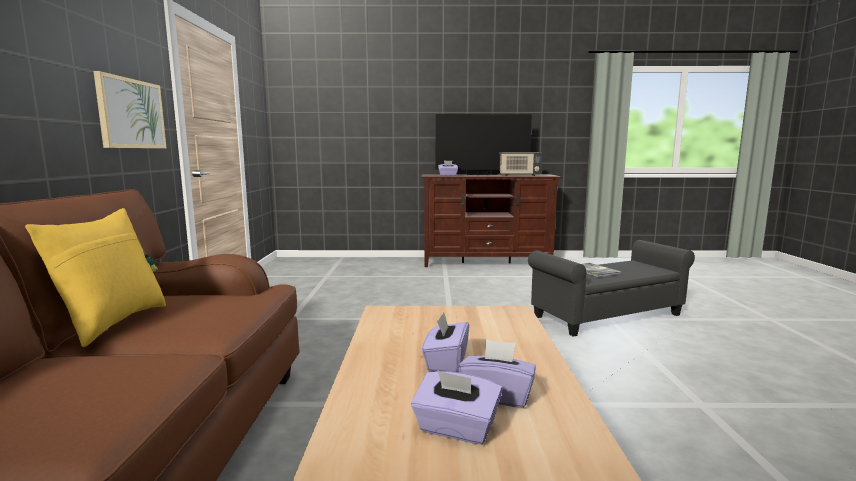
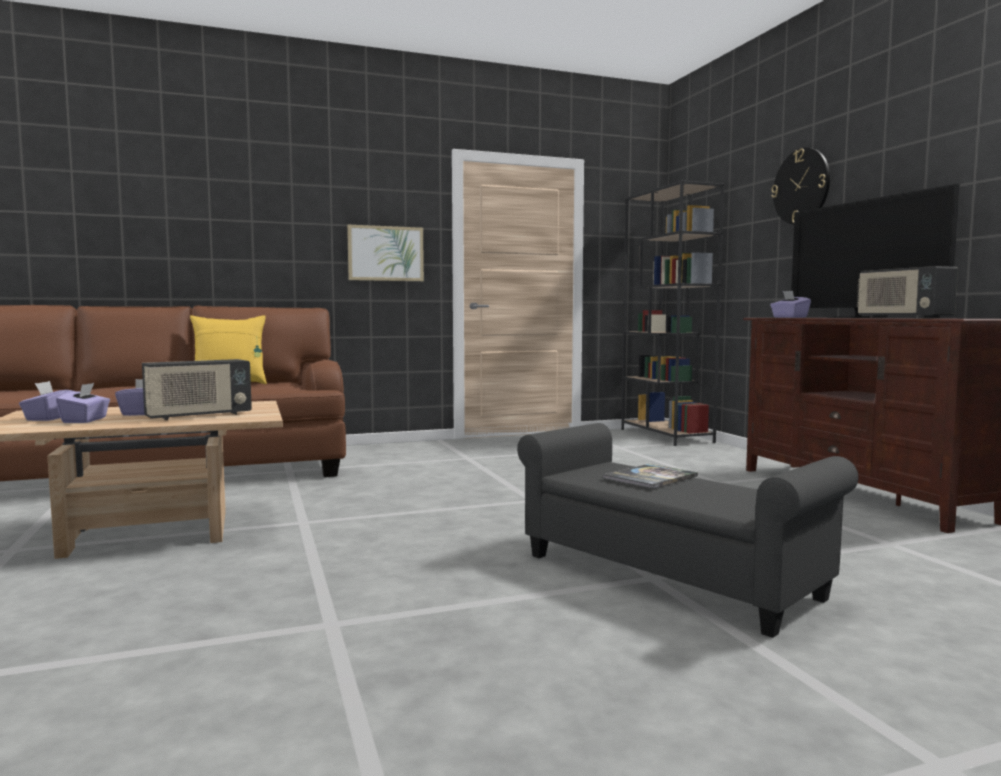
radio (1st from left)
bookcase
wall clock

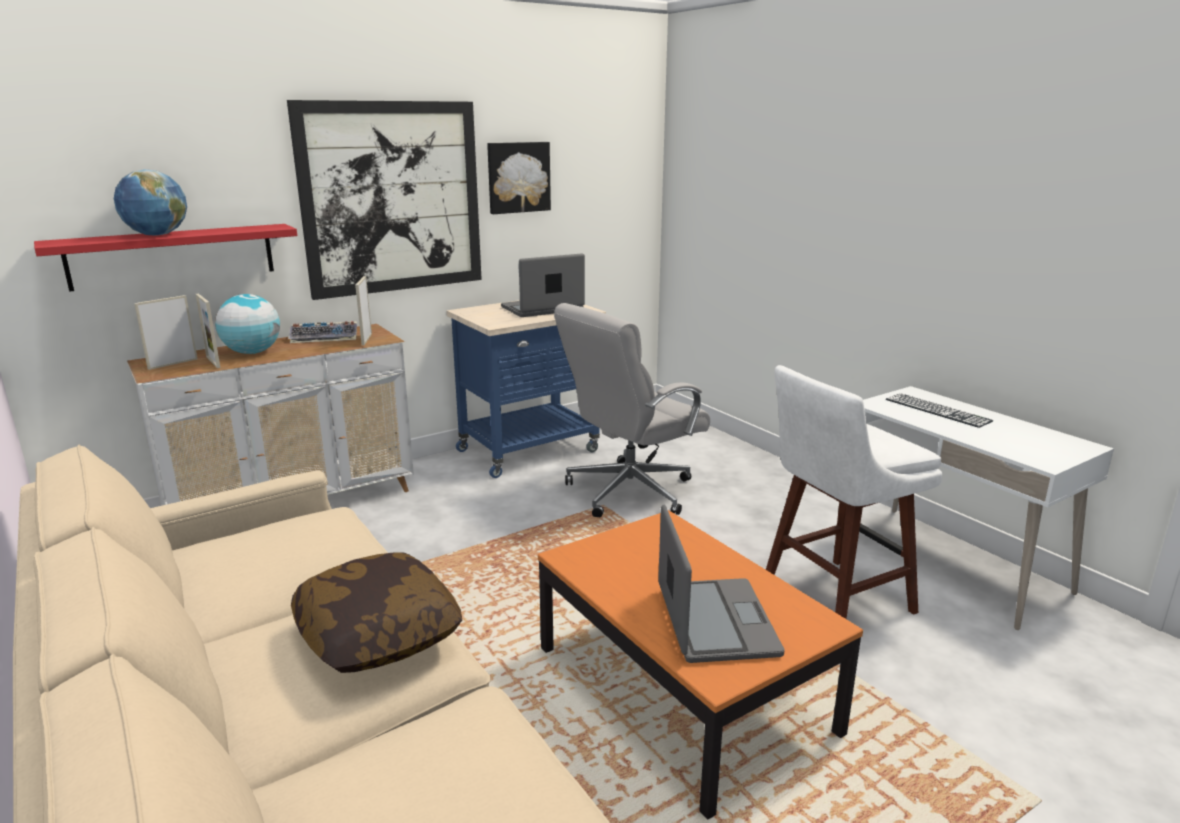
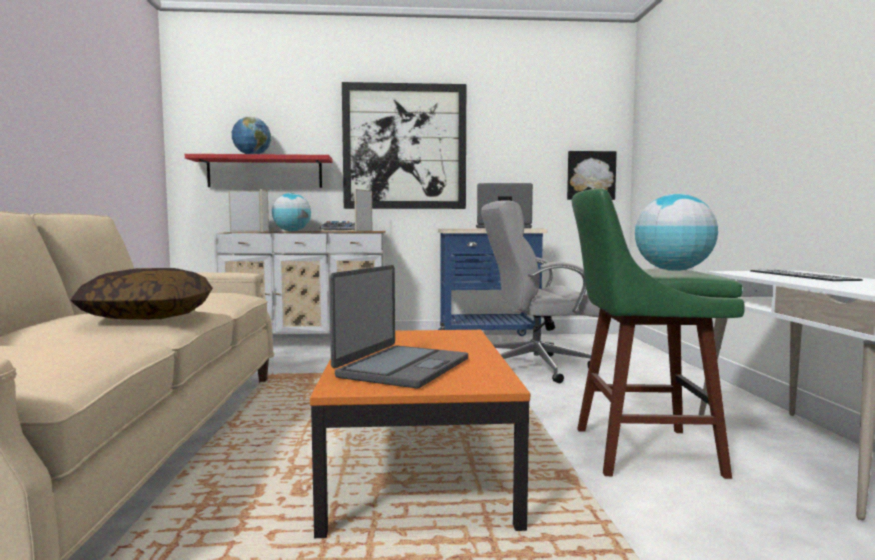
picture (2nd from left)
green stool
globe (3rd from left)

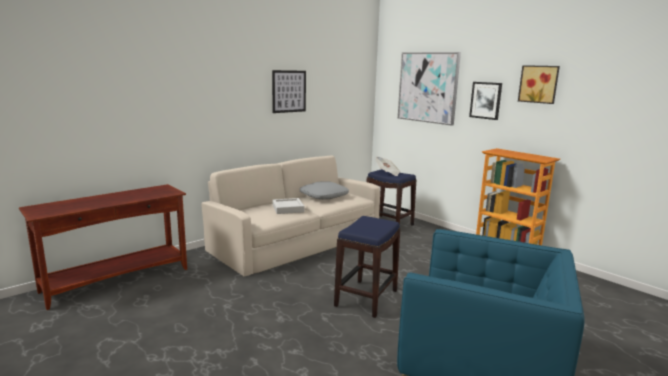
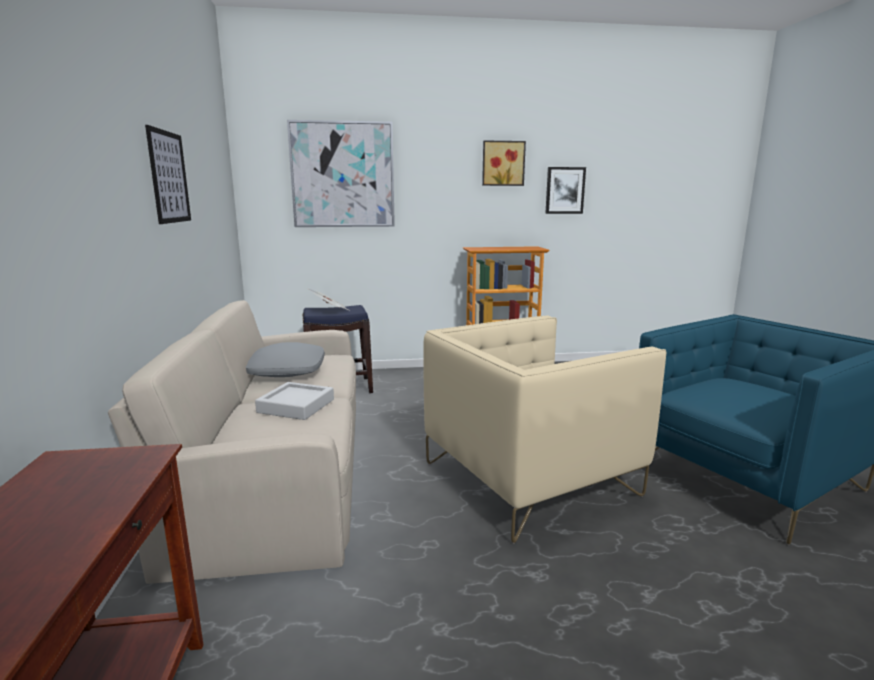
beige armchair
picture (4th from left)

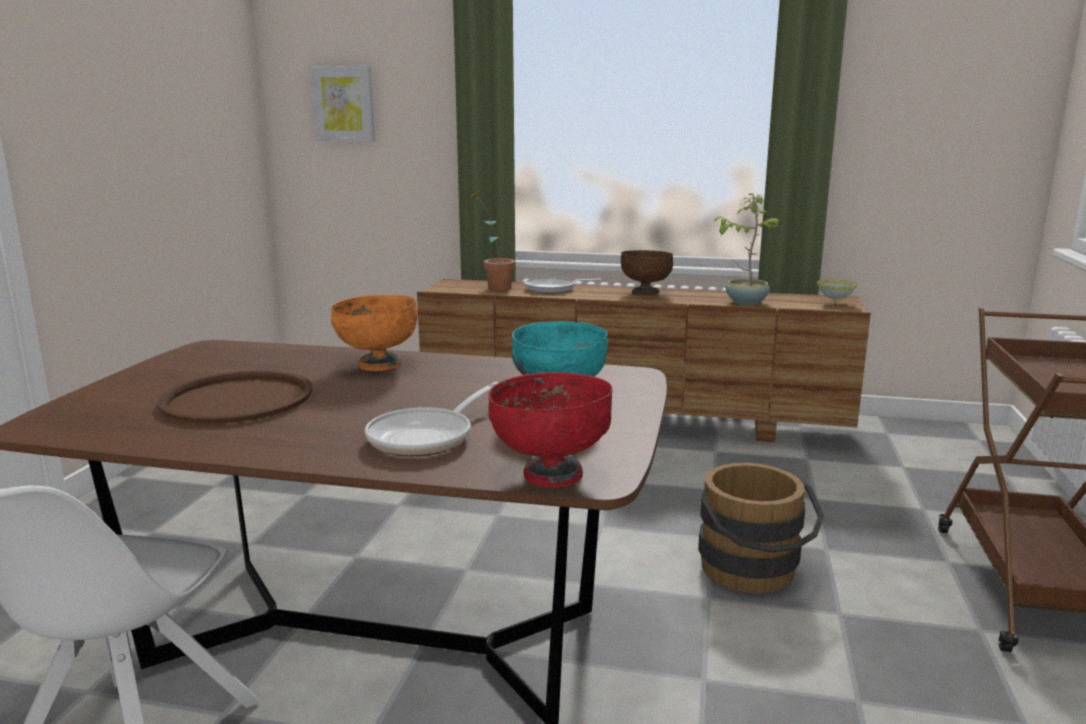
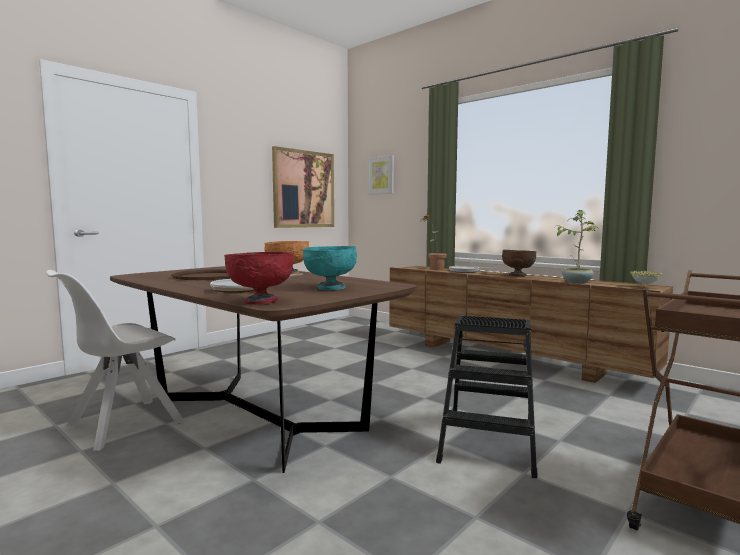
black step ladder
picture (1st from left)

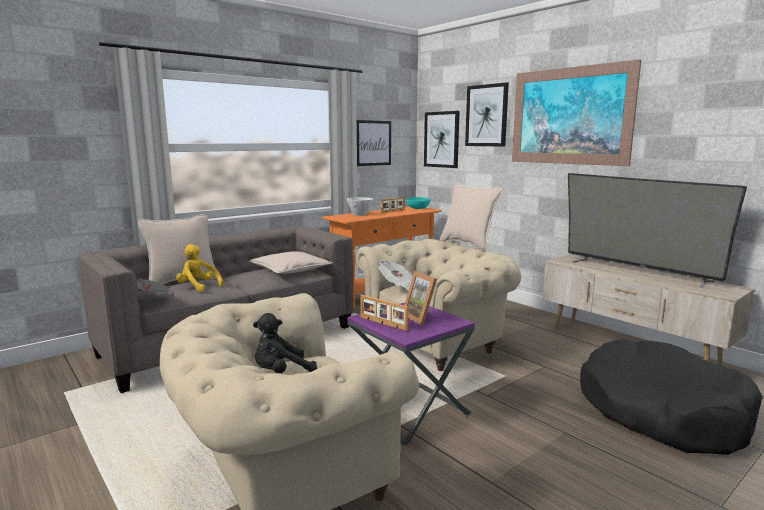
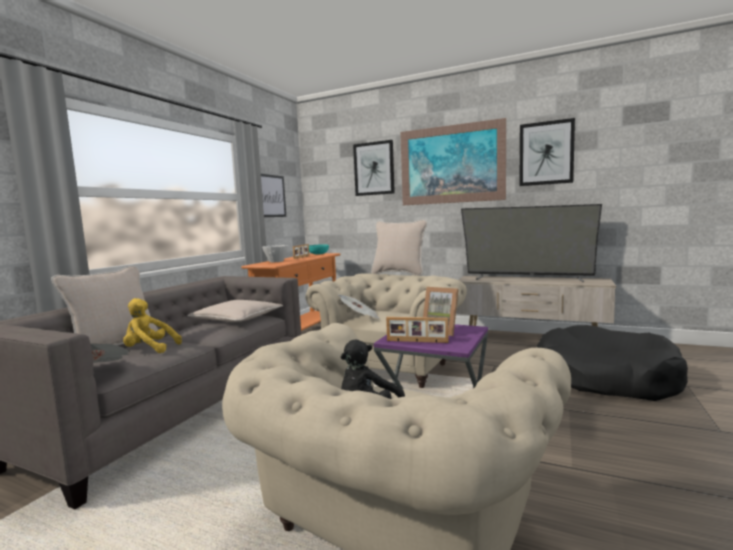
picture (4th from left)

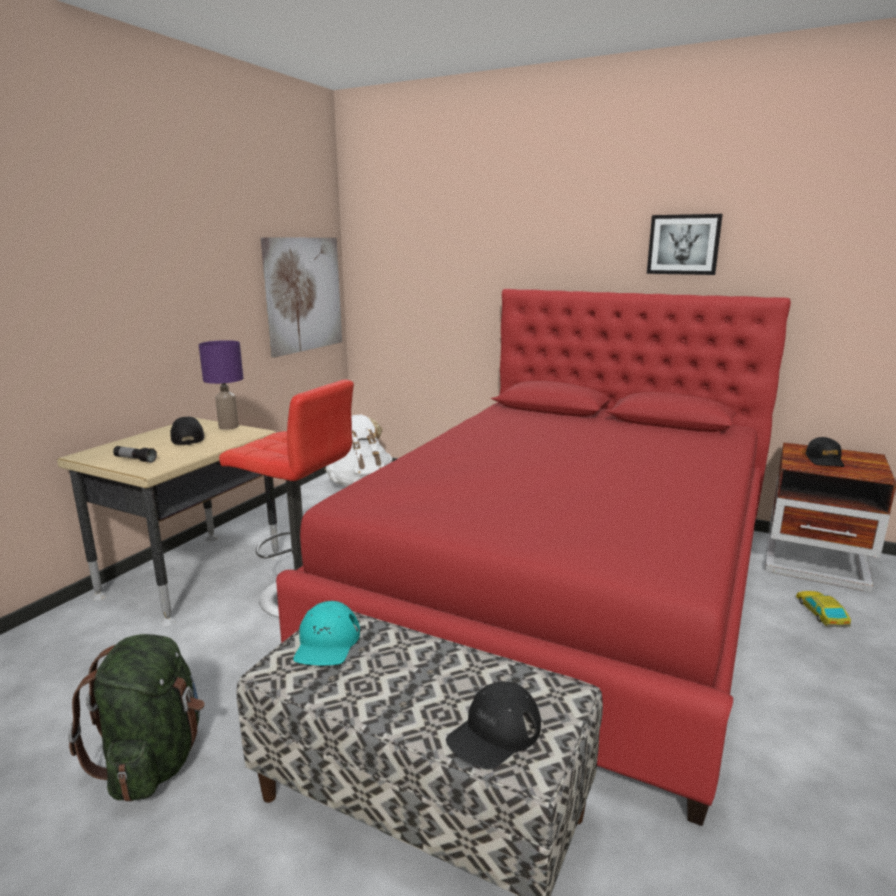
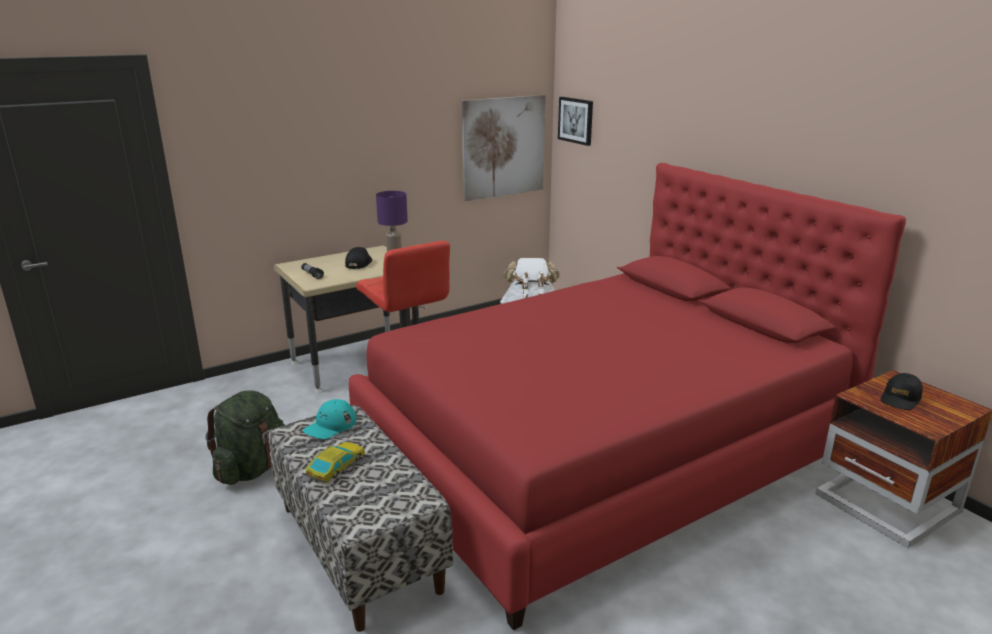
black cap (2nd from left in the first image)
picture (2nd from left)
toy car

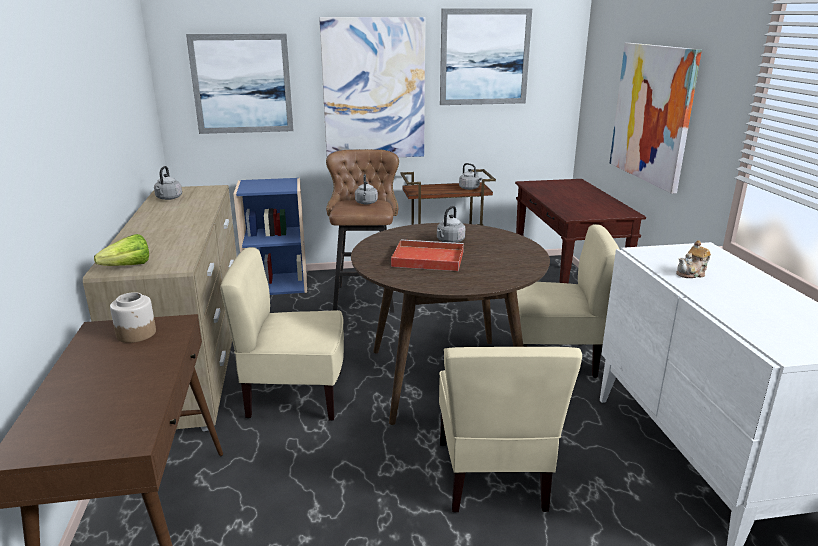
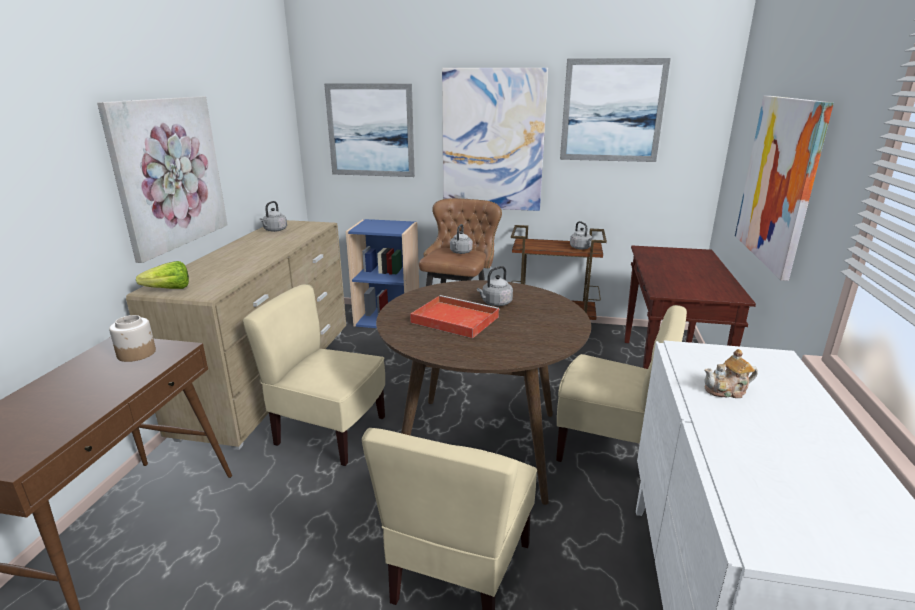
picture (1st from left)

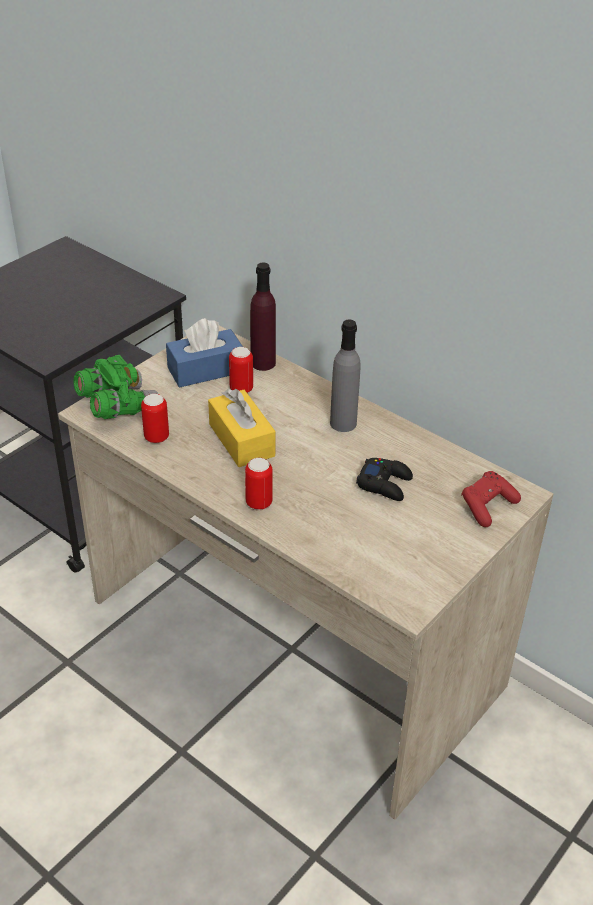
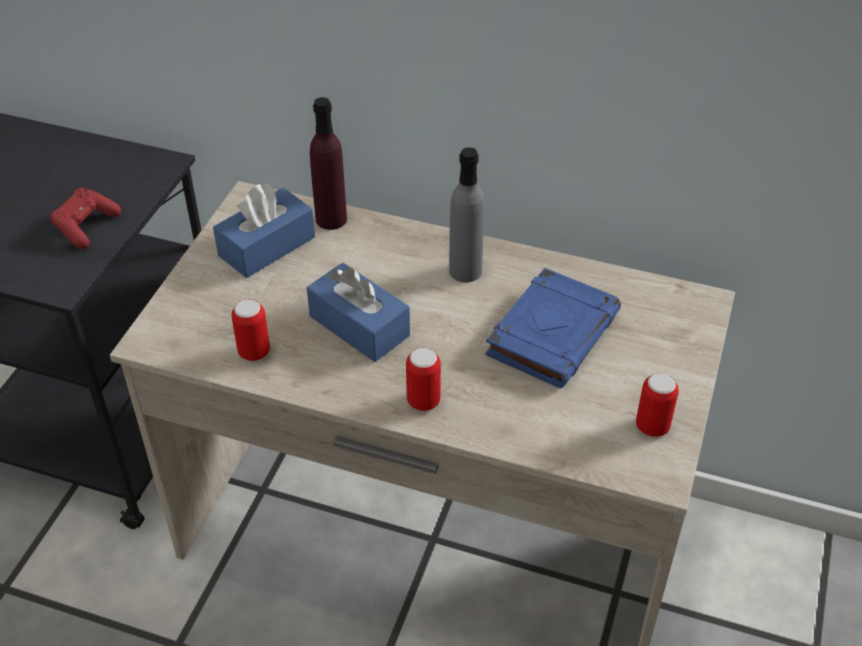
green binoculars
blue tissue box (2nd from left)
can (3rd from left)
blue book
red game controller

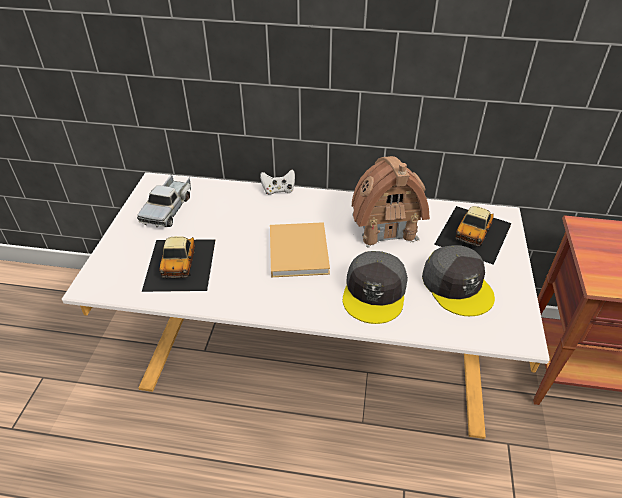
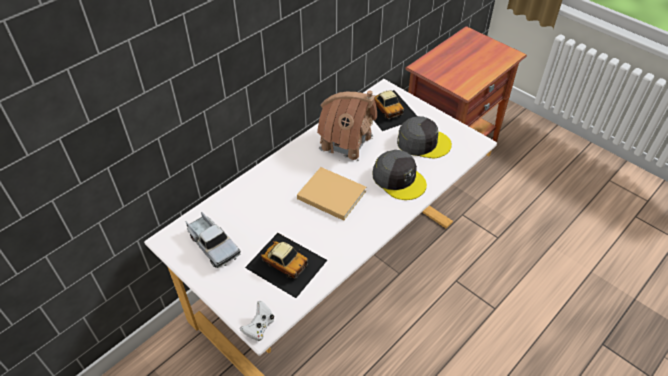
white game controller

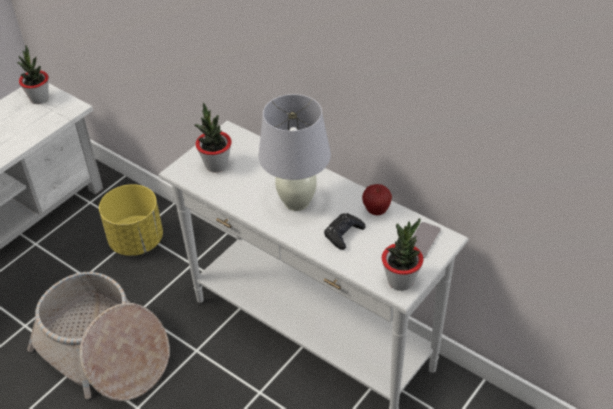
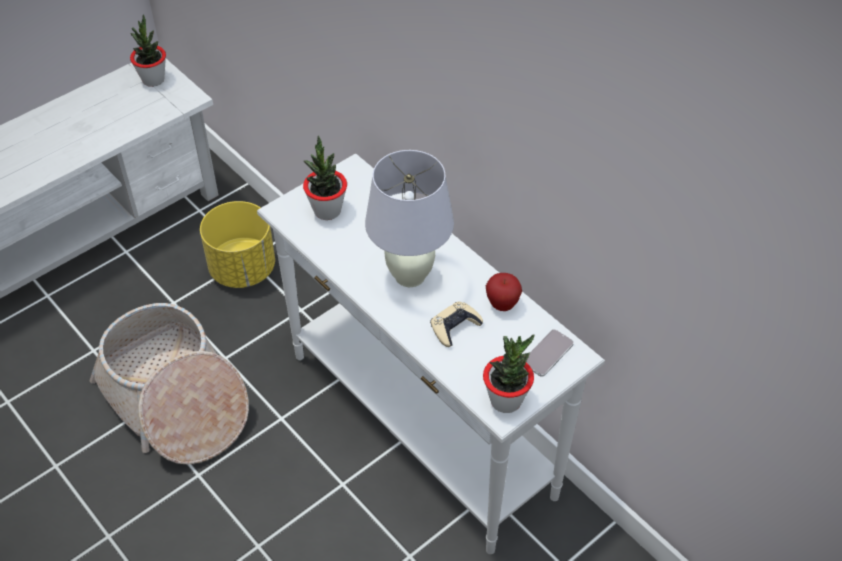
beige game controller

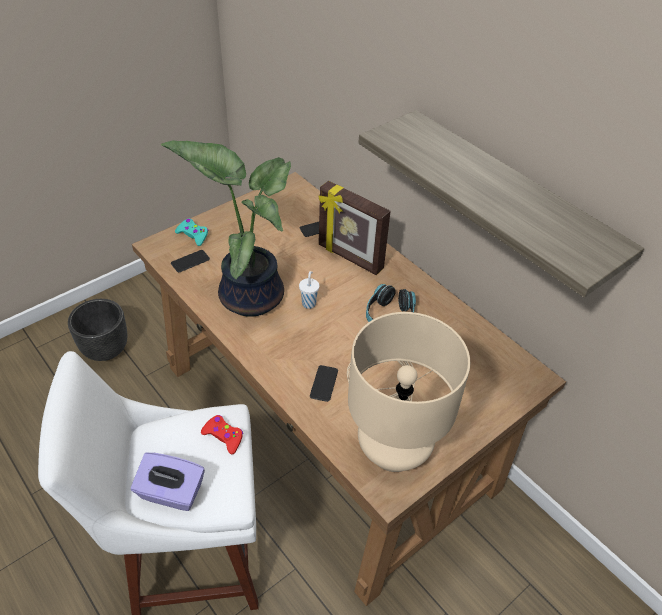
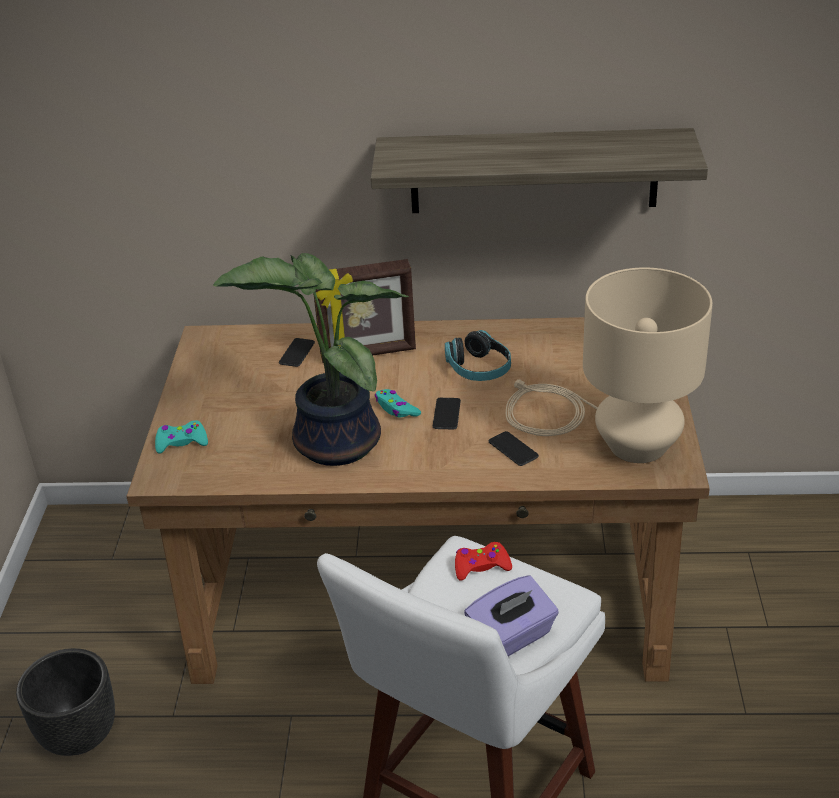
phone (2nd from left)
turquoise game controller (2nd from left)

